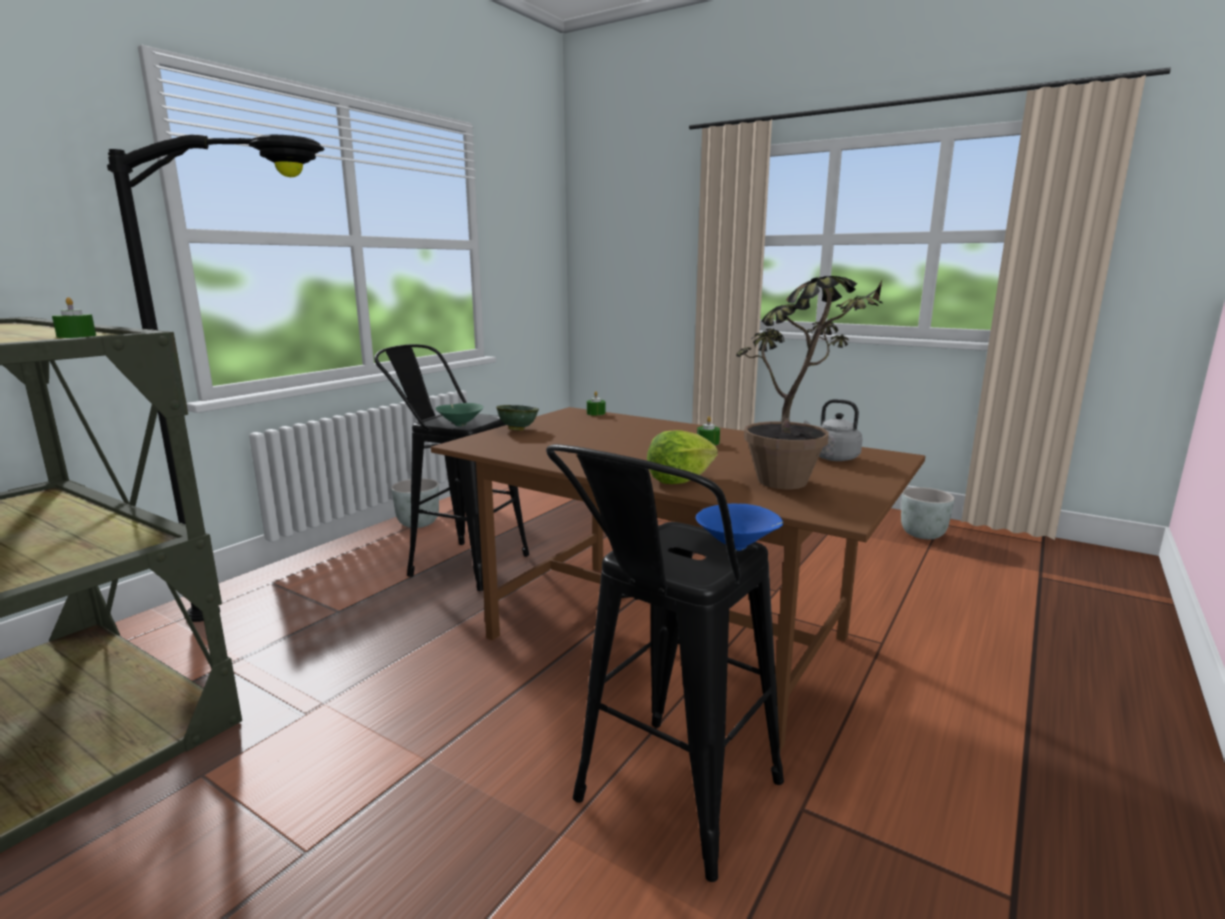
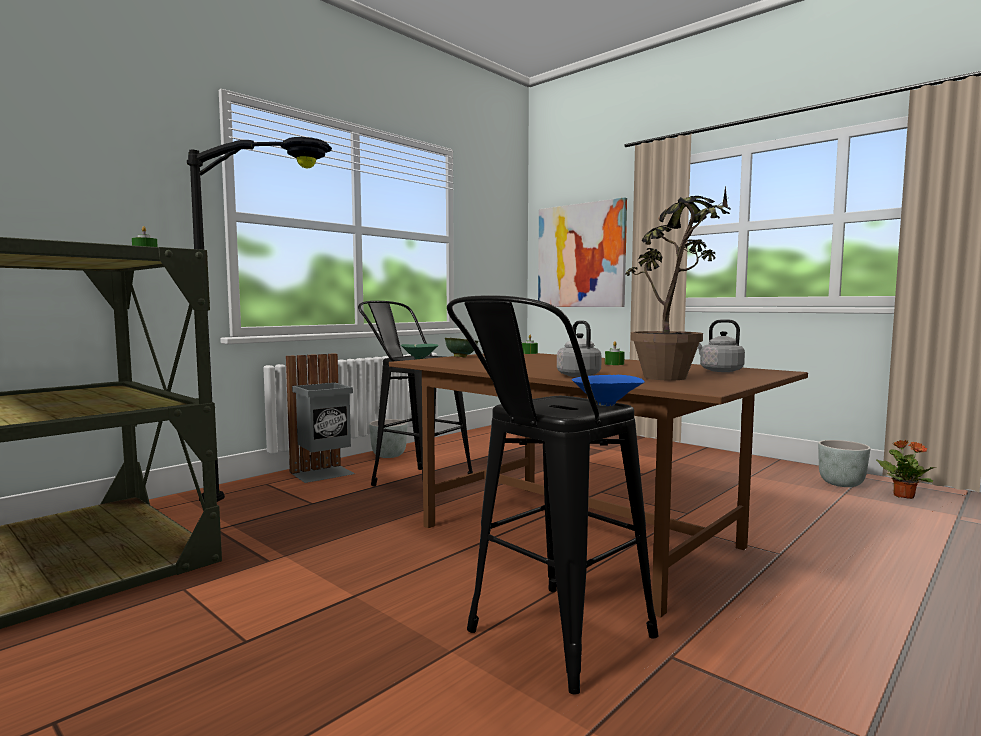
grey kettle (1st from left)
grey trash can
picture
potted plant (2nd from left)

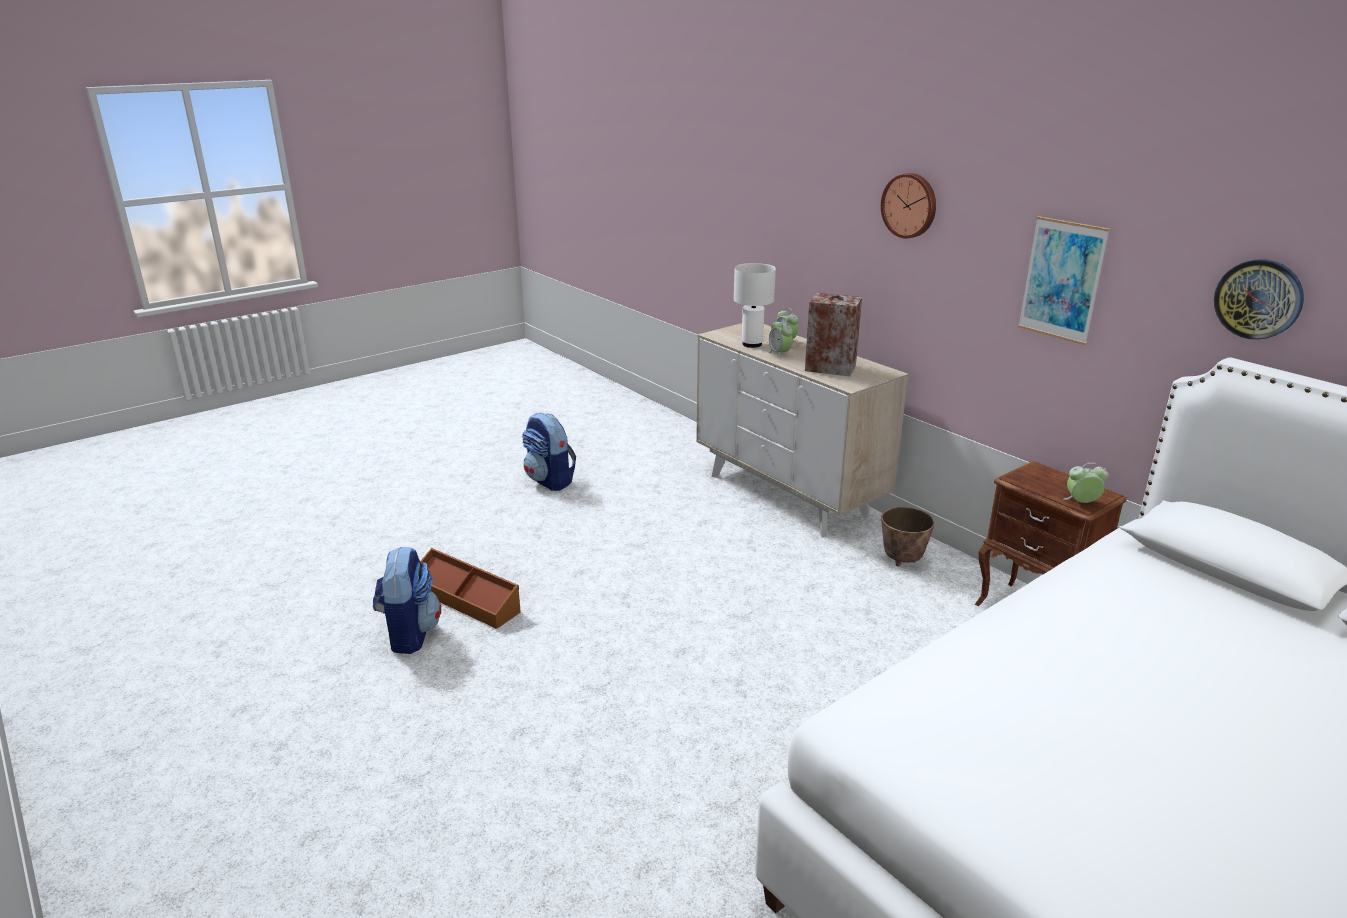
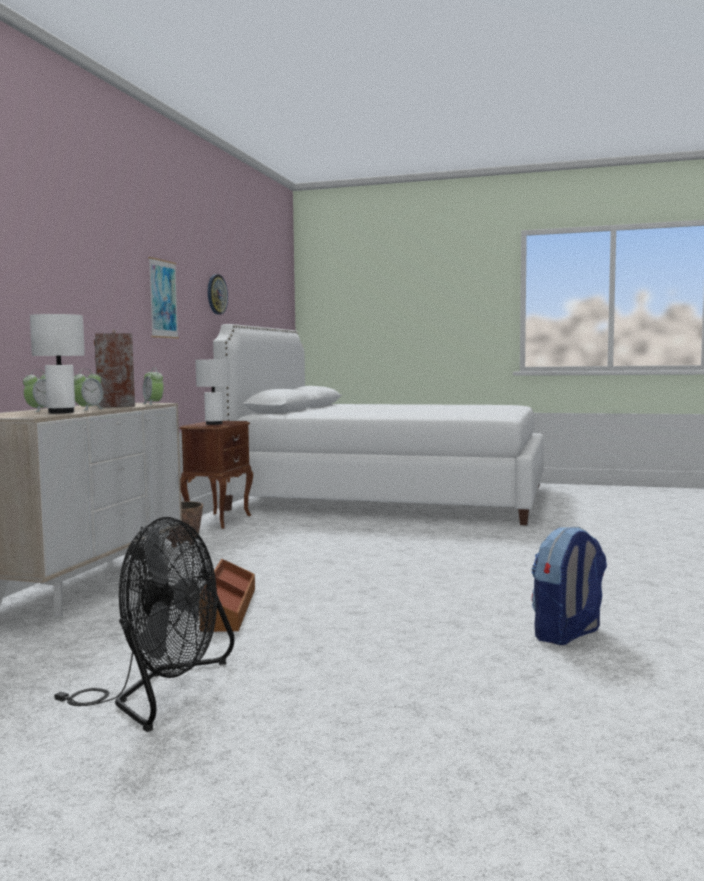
brown storage box
black fan
wall clock (1st from left in the first image)
alarm clock (3rd from left)
white table lamp (2nd from left)

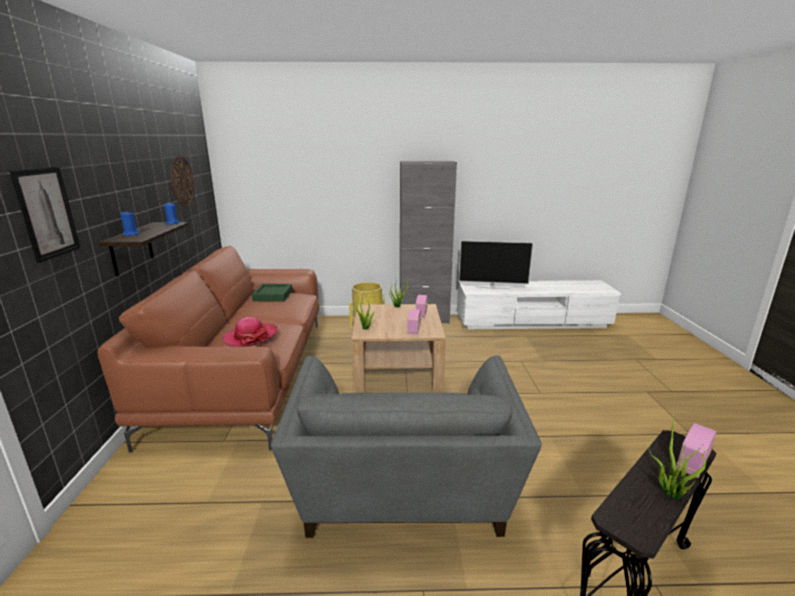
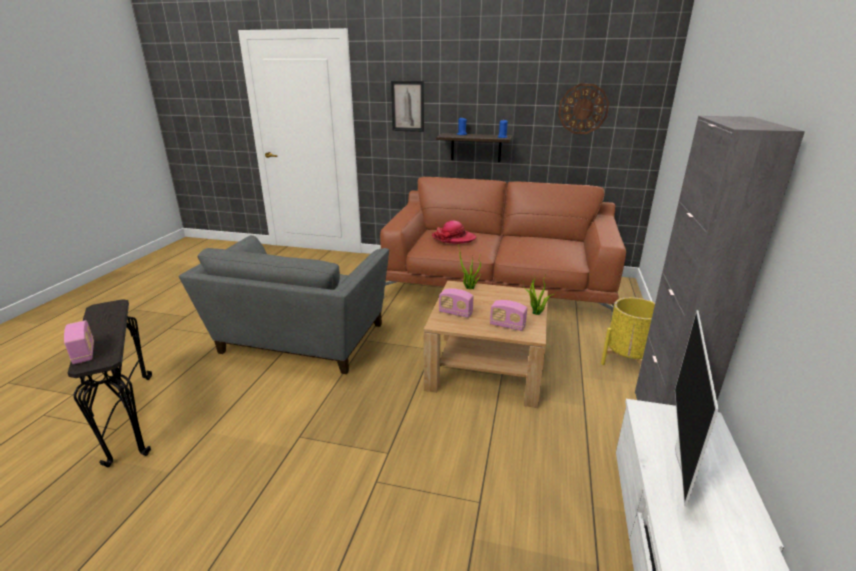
green tray
grey armchair
potted plant (3rd from left in the first image)

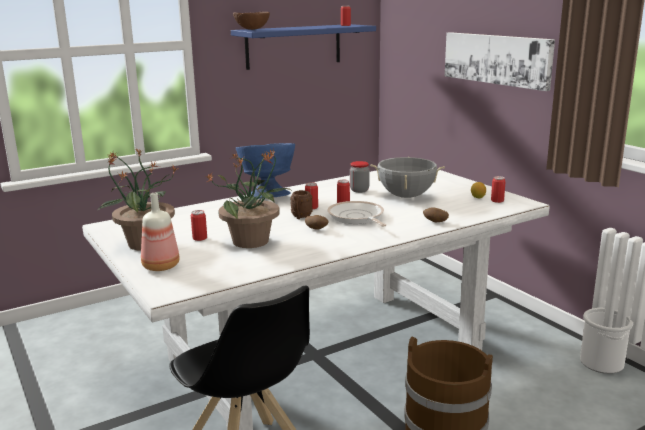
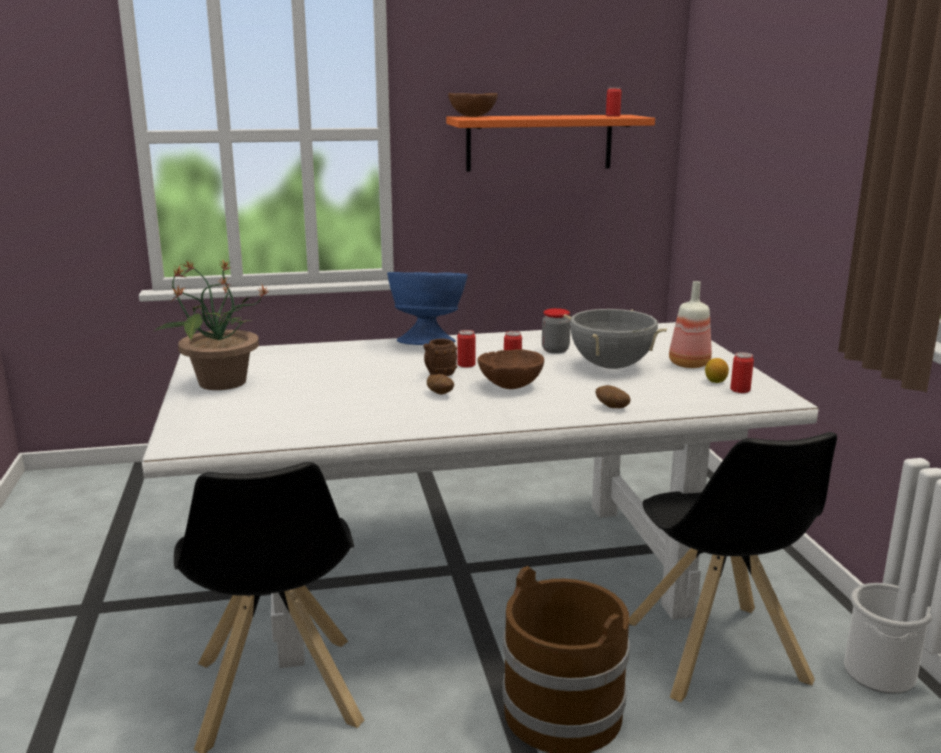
bottle
can (1st from left in the first image)
potted plant (2nd from left in the first image)
orange shelf
brown bowl (2nd from left)
picture
black chair (2nd from left)

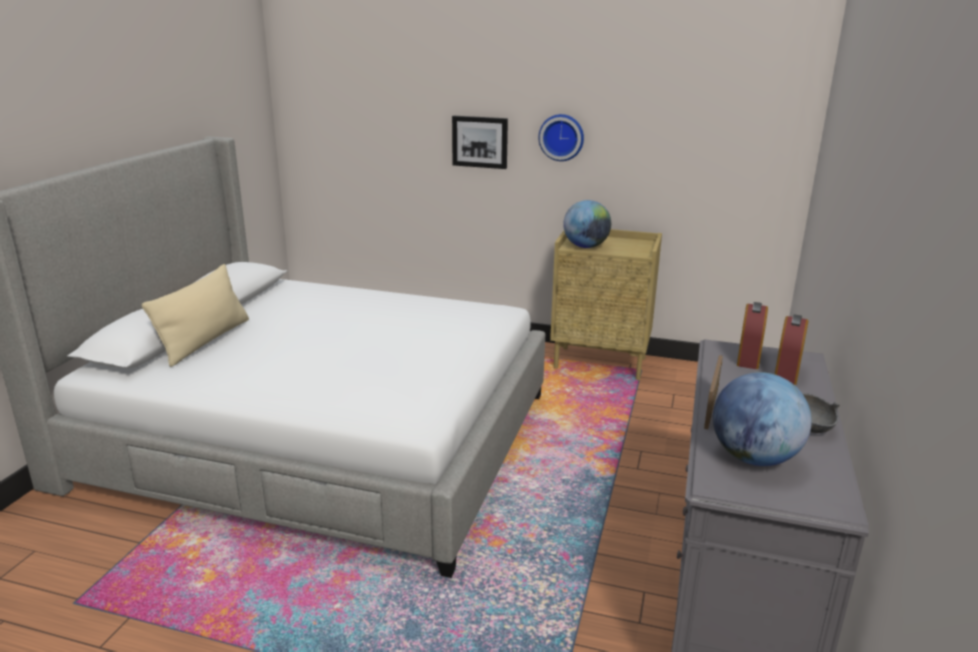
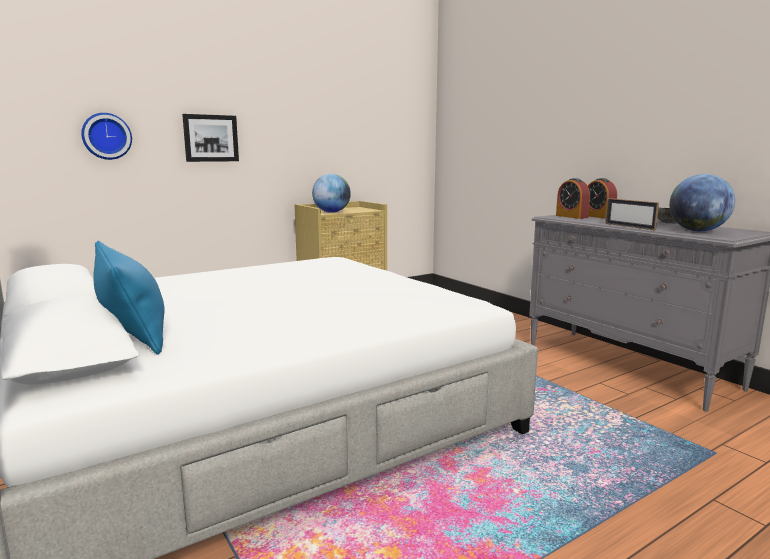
blue pillow
wall clock

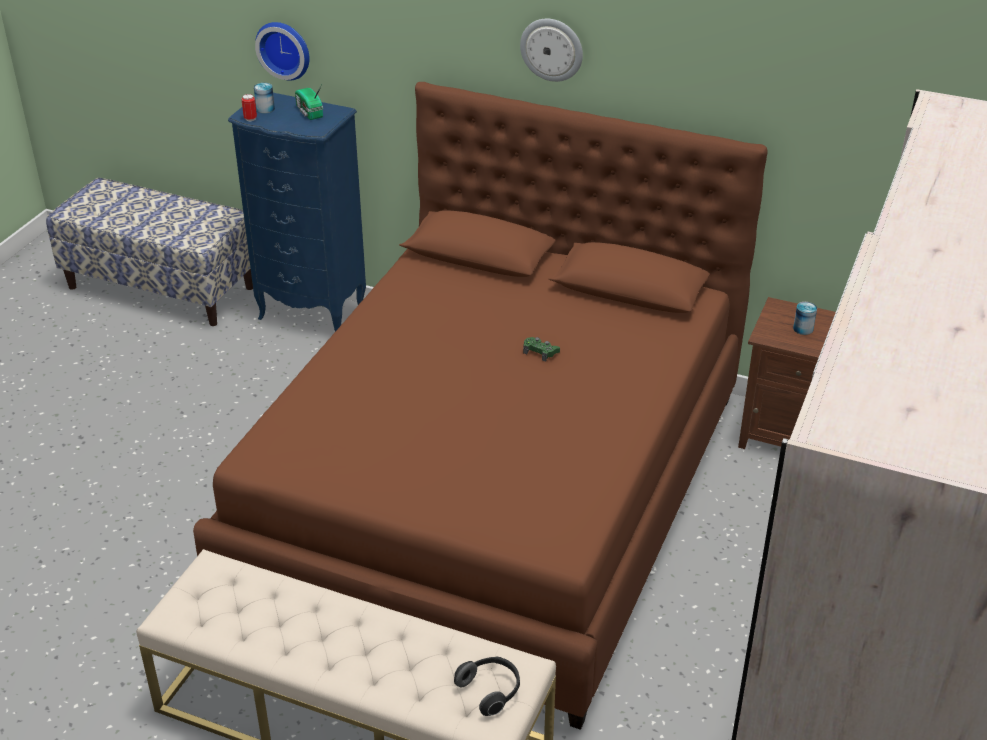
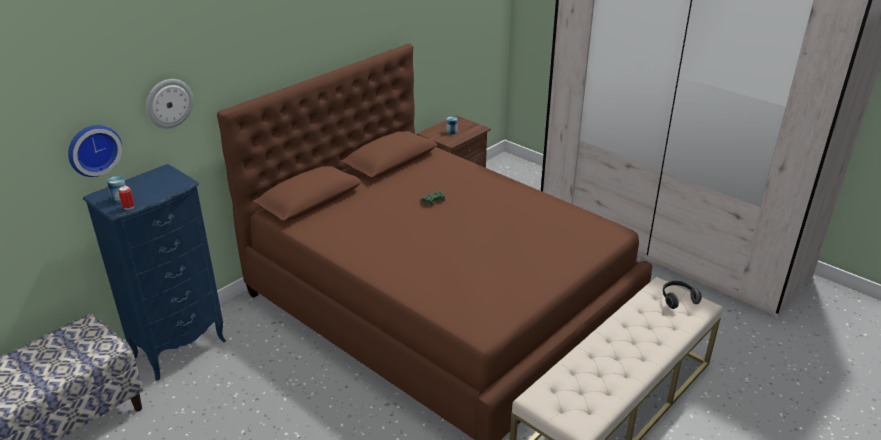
radio
wall clock (2nd from left)

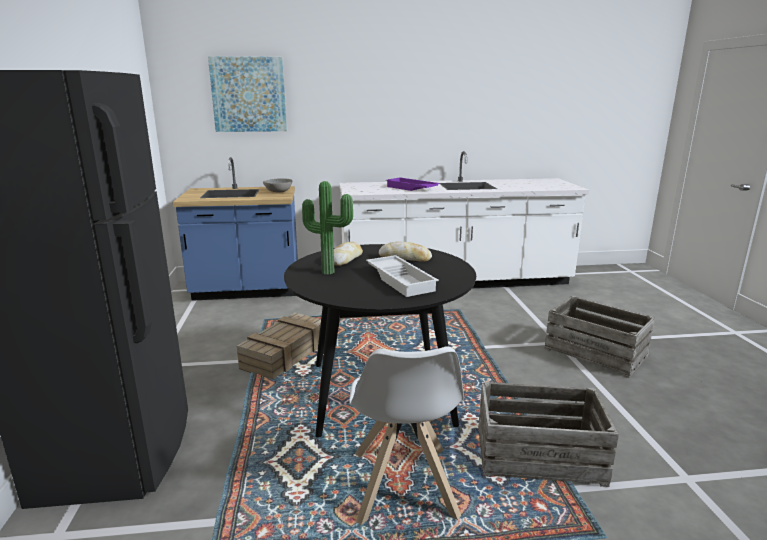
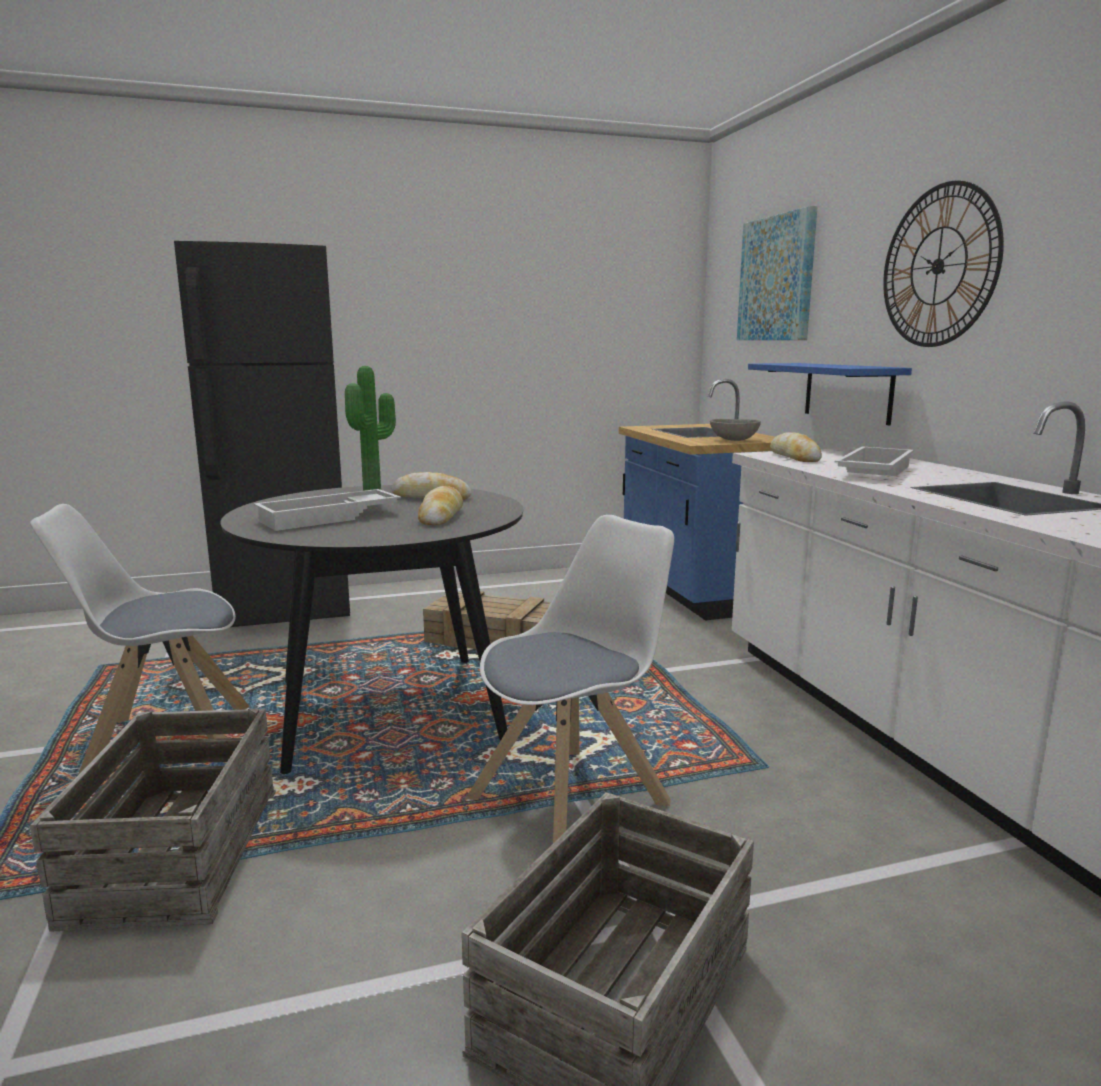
white tray (2nd from left)
chair (2nd from left)
blue shelf
bread (3rd from left)
wall clock

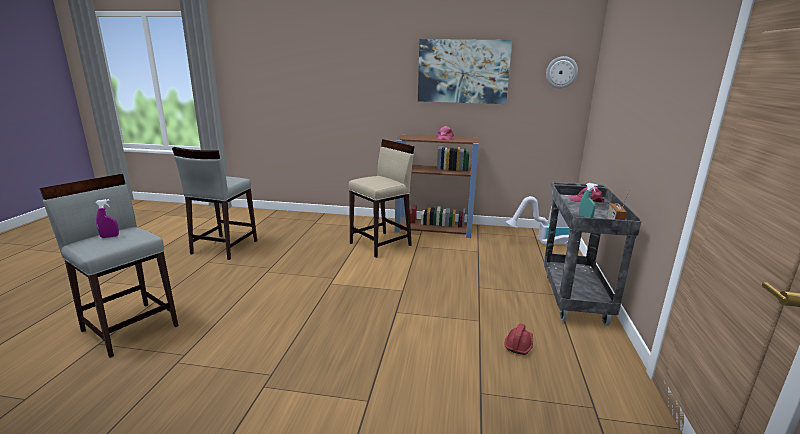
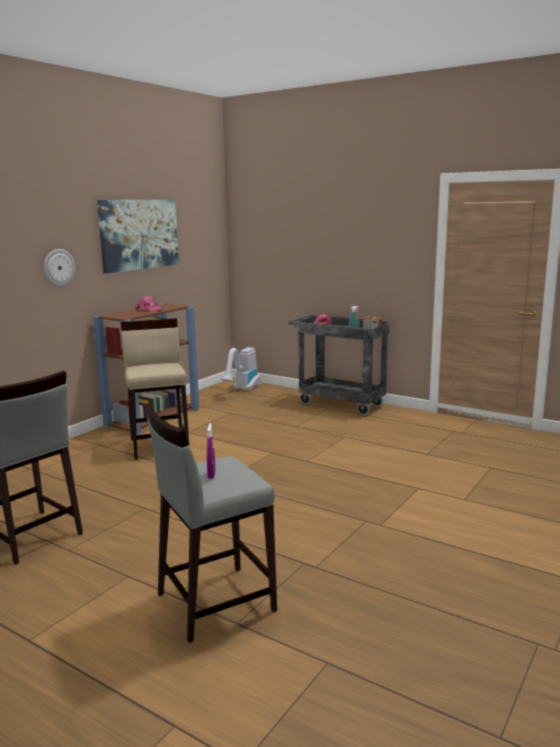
red hard hat
wall clock

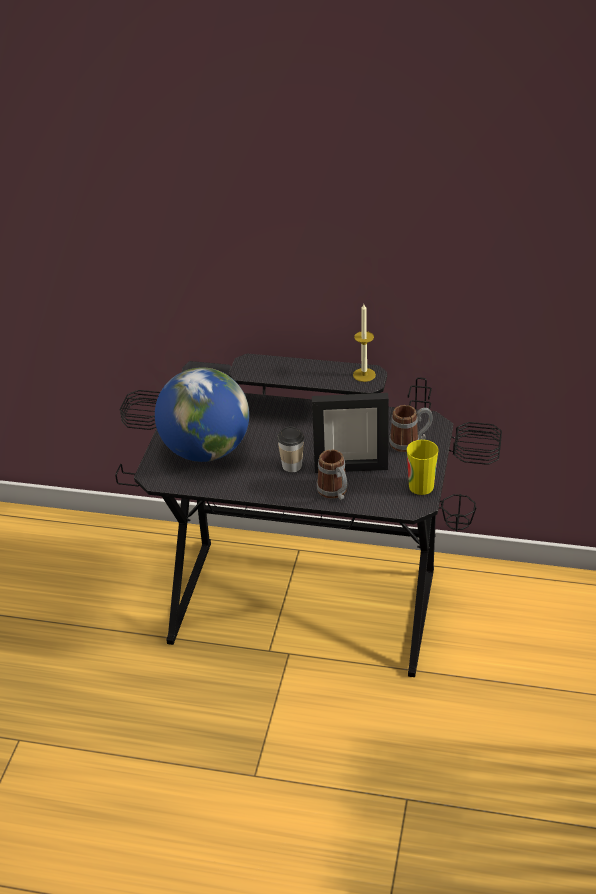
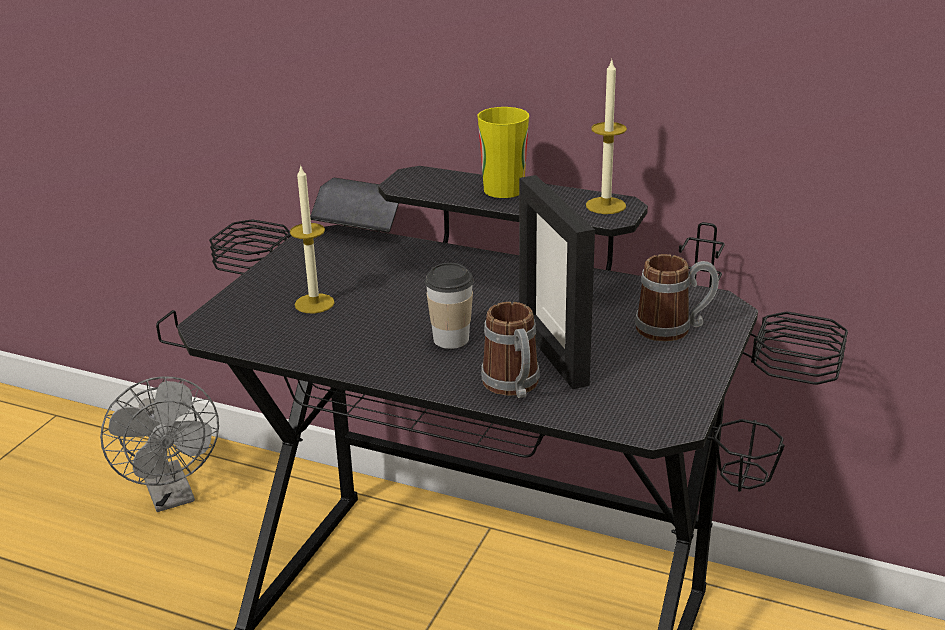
candle (1st from left)
picture frame
cup (2nd from left)
grey fan

